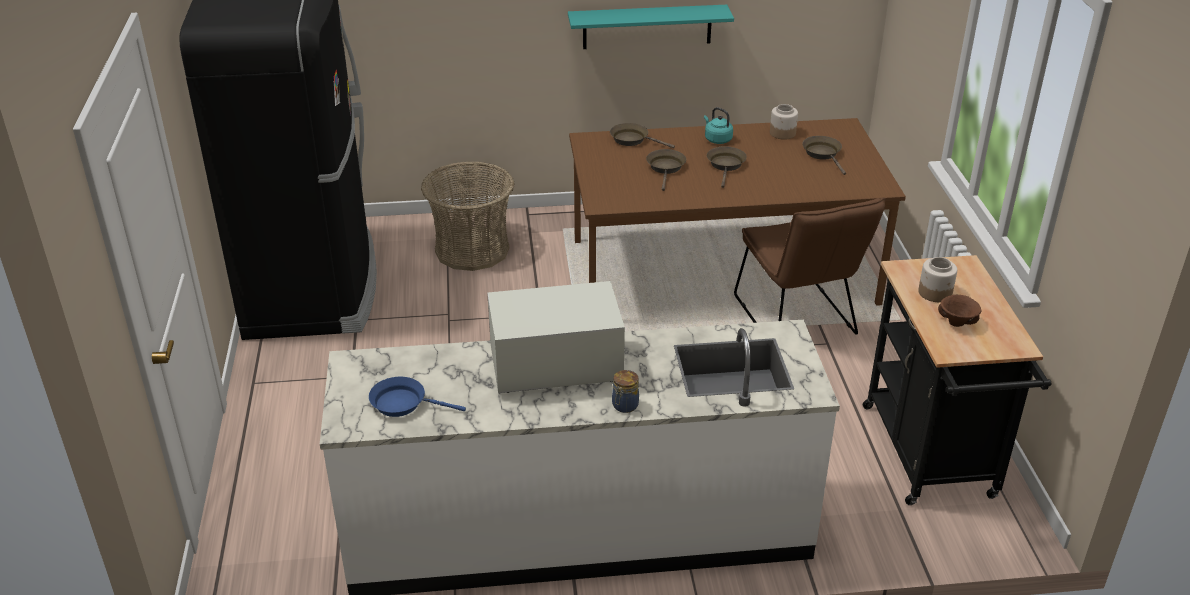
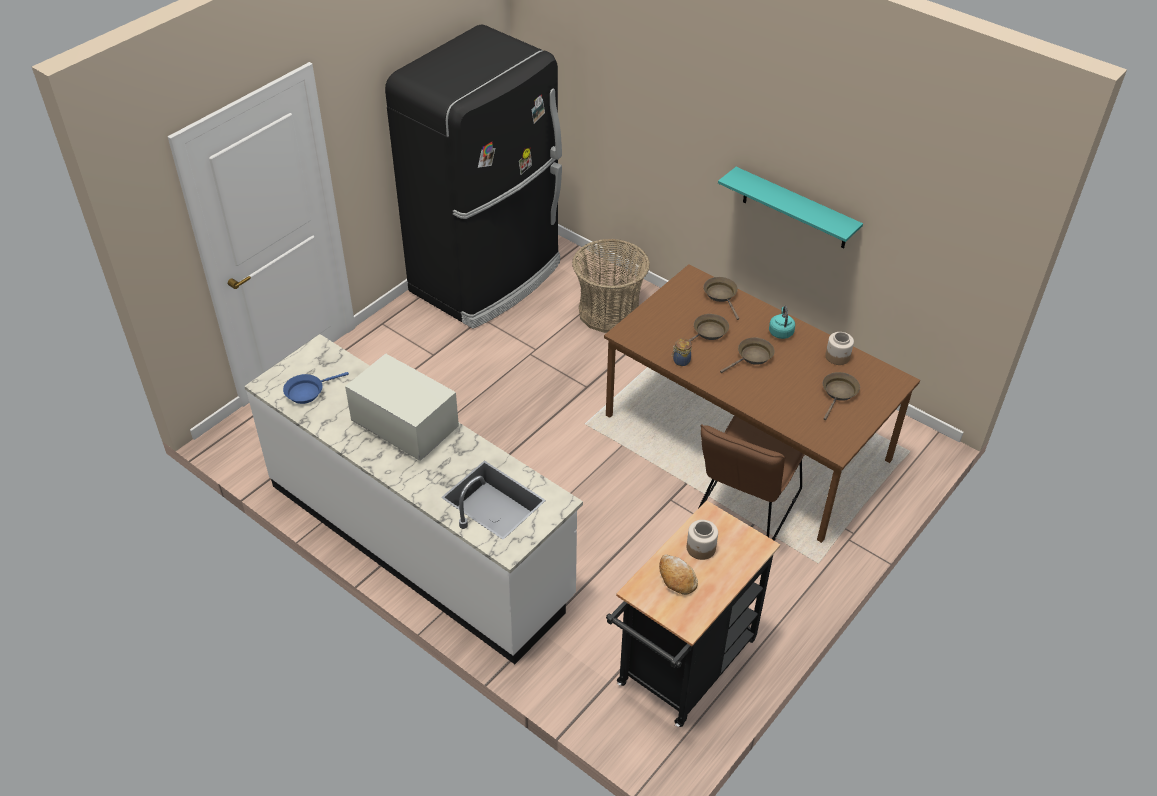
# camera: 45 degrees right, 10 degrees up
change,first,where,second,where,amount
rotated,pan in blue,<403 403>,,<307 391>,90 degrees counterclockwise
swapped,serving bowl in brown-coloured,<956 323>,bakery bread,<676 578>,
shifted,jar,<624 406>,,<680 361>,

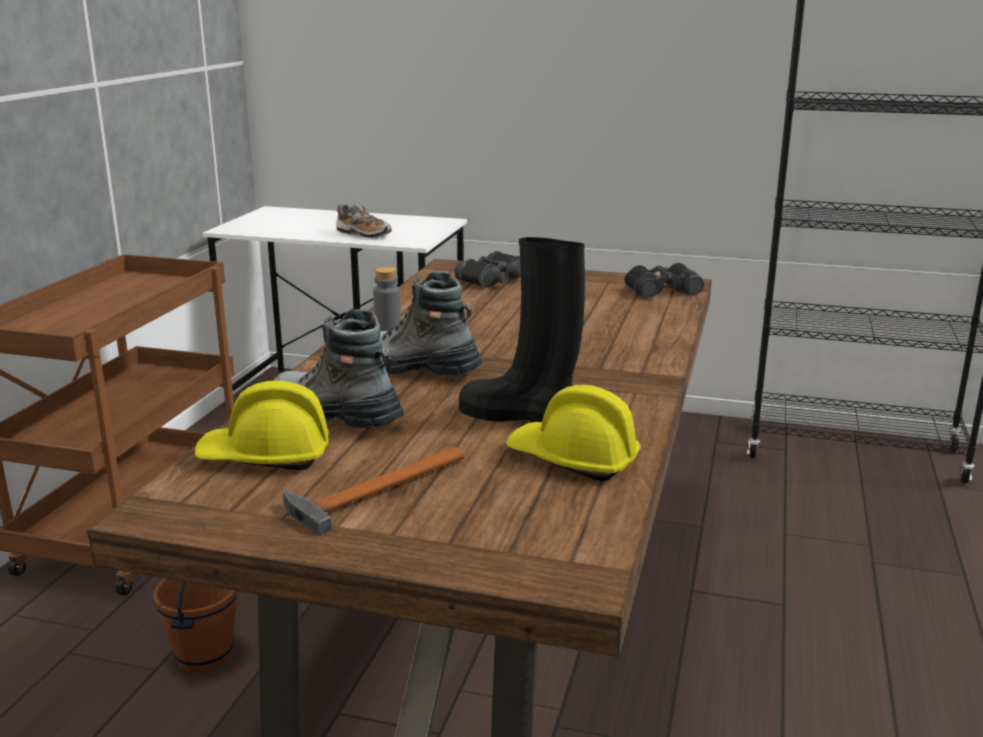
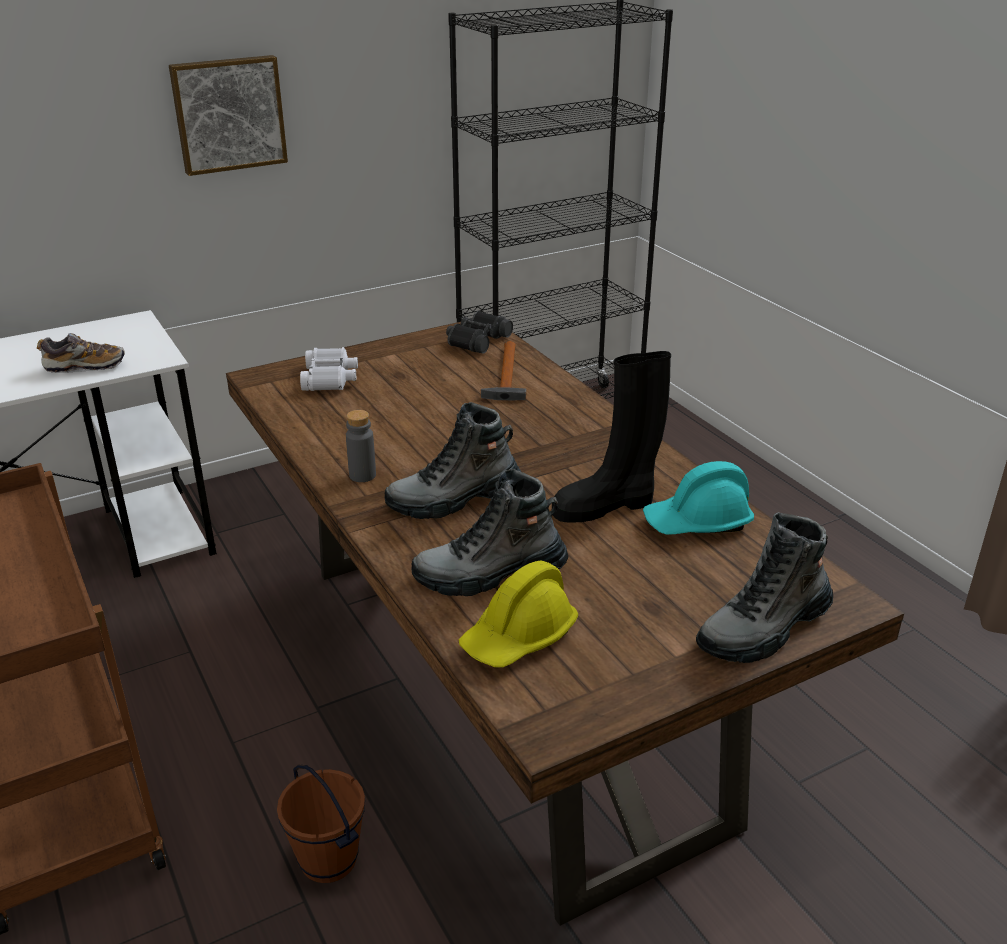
# camera: 45 degrees left, 10 degrees up
change,first,where,second,where,amount
new,,,picture,<228 114>,
repainted,field glasses in black-coloured,<494 280>,field glasses in white,<330 378>,
shifted,hand hammer,<373 492>,,<506 376>,
repainted,work helmet in yellow-coloured,<573 459>,work helmet in turquoise,<697 522>,
new,,,high-top boot,<764 628>,

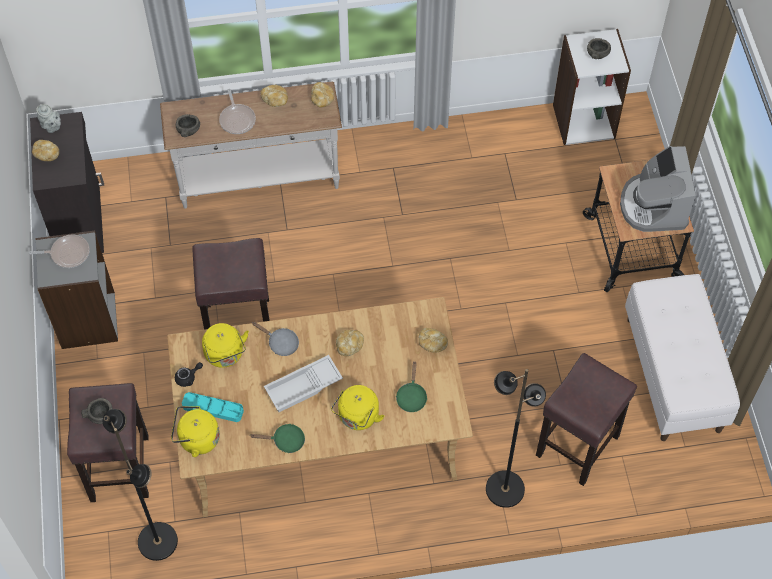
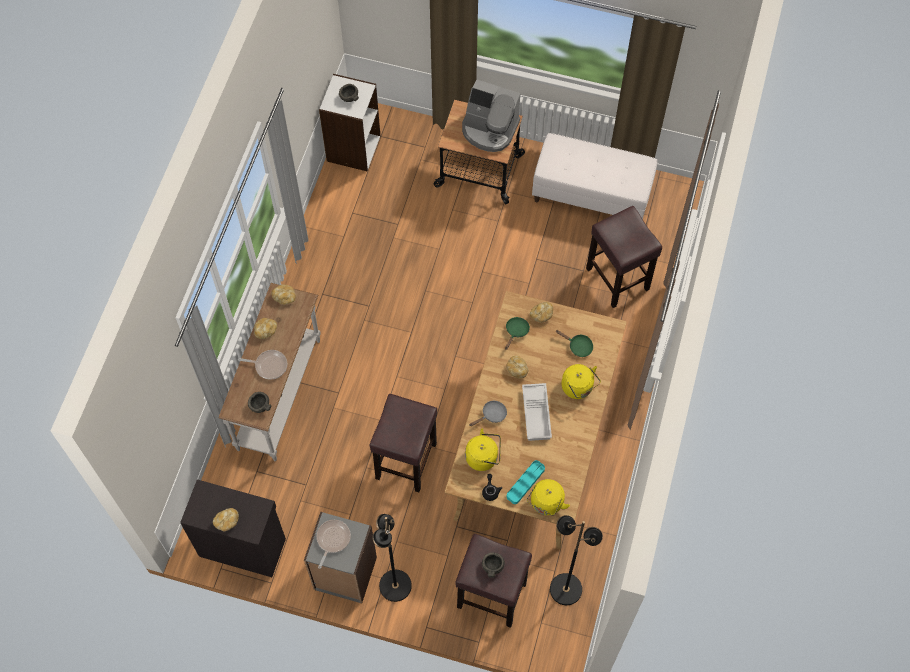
# camera: 65 degrees left, 5 degrees up
change,first,where,second,where,amount
shifted,standing lamp in black-coloured,<504 488>,,<394 586>,
shifted,pan in green,<285 441>,,<516 331>,
gone,pot for tea in grey,<51 127>,,,

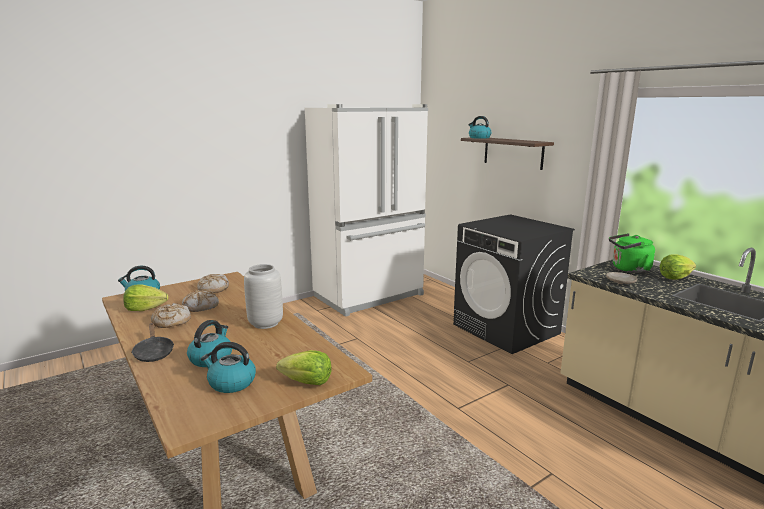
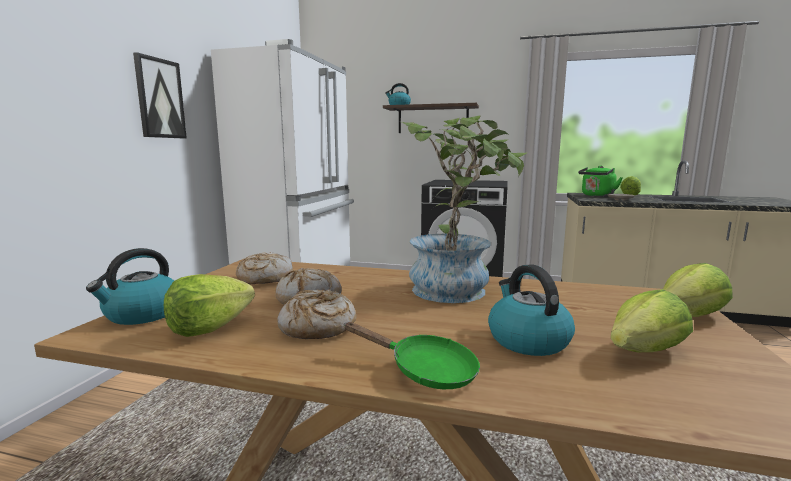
# camera: 40 degrees left, 5 degrees down
change,first,where,second,where,amount
new,,,picture,<159 98>,
repainted,pan in black-coloured,<153 352>,pan in green,<425 371>,
swapped,flower vase in grey,<266 323>,houseplant,<458 288>,
swapped,water kettle,<231 383>,lettuce,<645 352>,

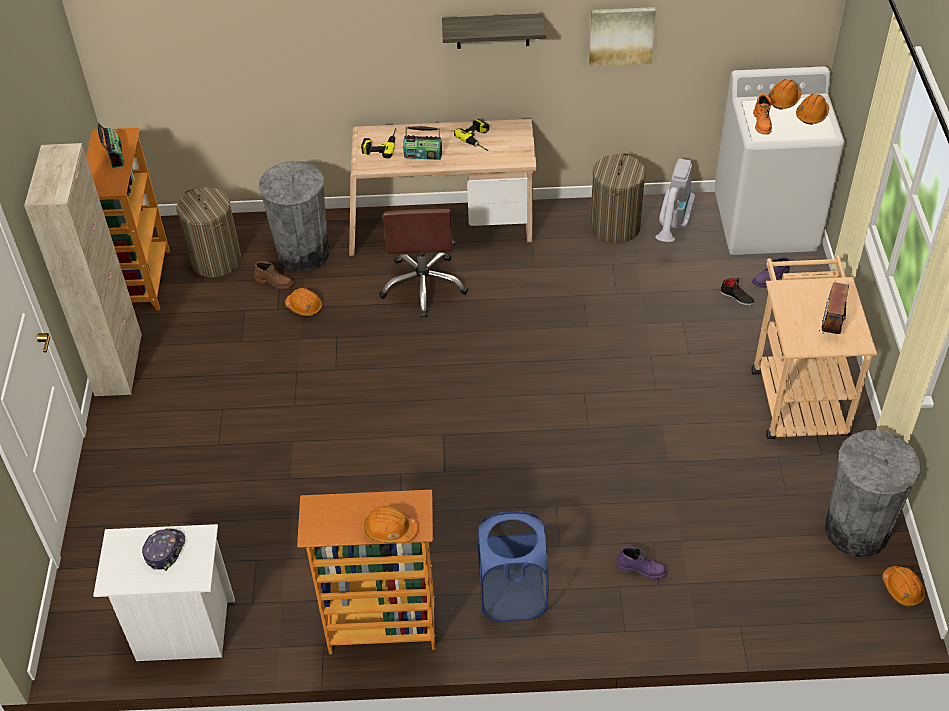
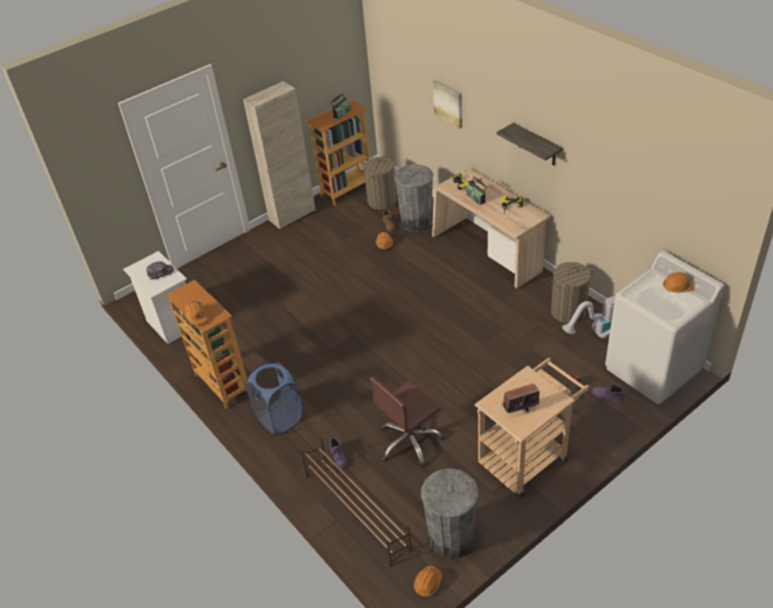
# camera: 55 degrees right, 5 degrees down
change,first,where,second,where,amount
new,,,shoe rack in brown-coloured,<356 511>,
shifted,desk chair in brown-coloured,<424 285>,,<410 442>,
shifted,picture,<621 35>,,<448 103>,
gone,high-top boot in orange-coloured,<762 123>,,,
gone,work helmet in orange-coloured,<812 115>,,,

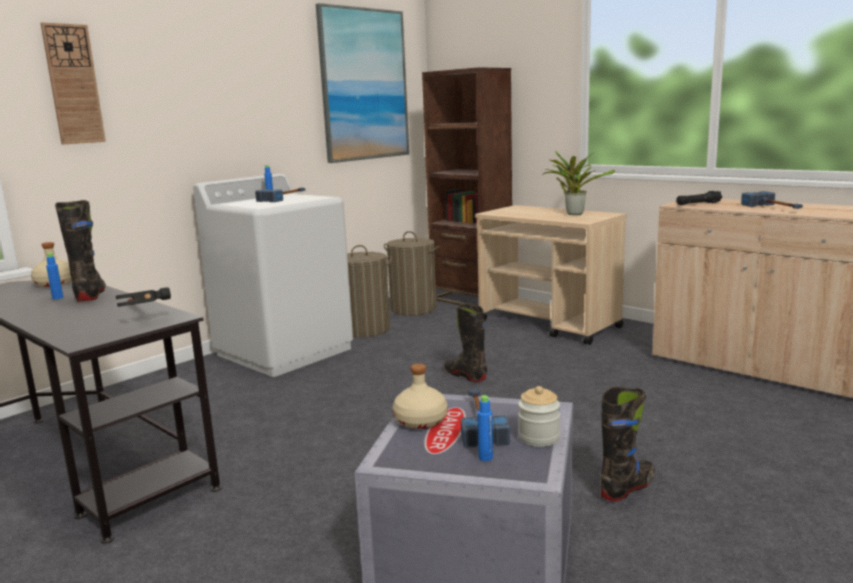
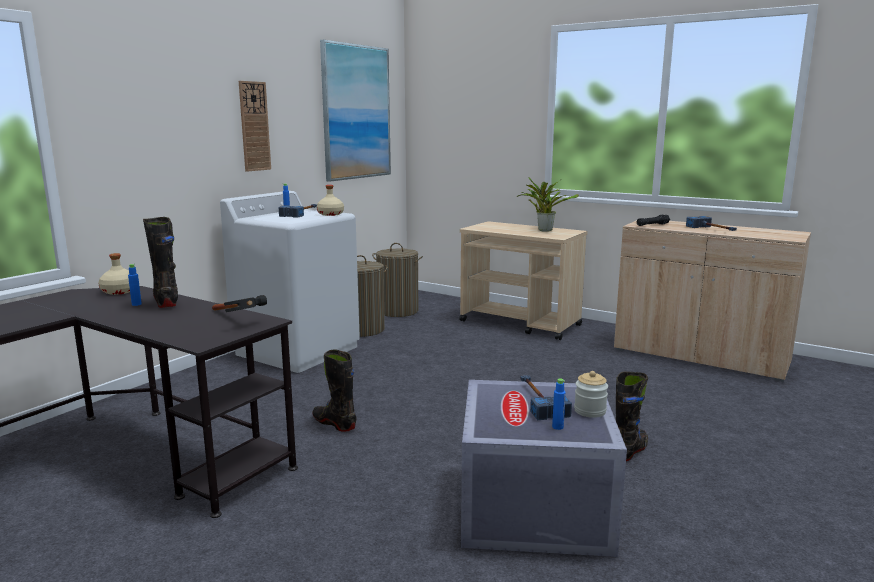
# camera: 10 degrees left, 0 degrees up
change,first,where,second,where,amount
shifted,clock on the wall,<73 84>,,<254 126>,
shifted,high-top boot in black-coloured,<465 375>,,<334 423>,
shifted,drink bottle in sand-coloured,<420 421>,,<330 214>,
gone,bookshelf in brown-coloured,<471 299>,,,

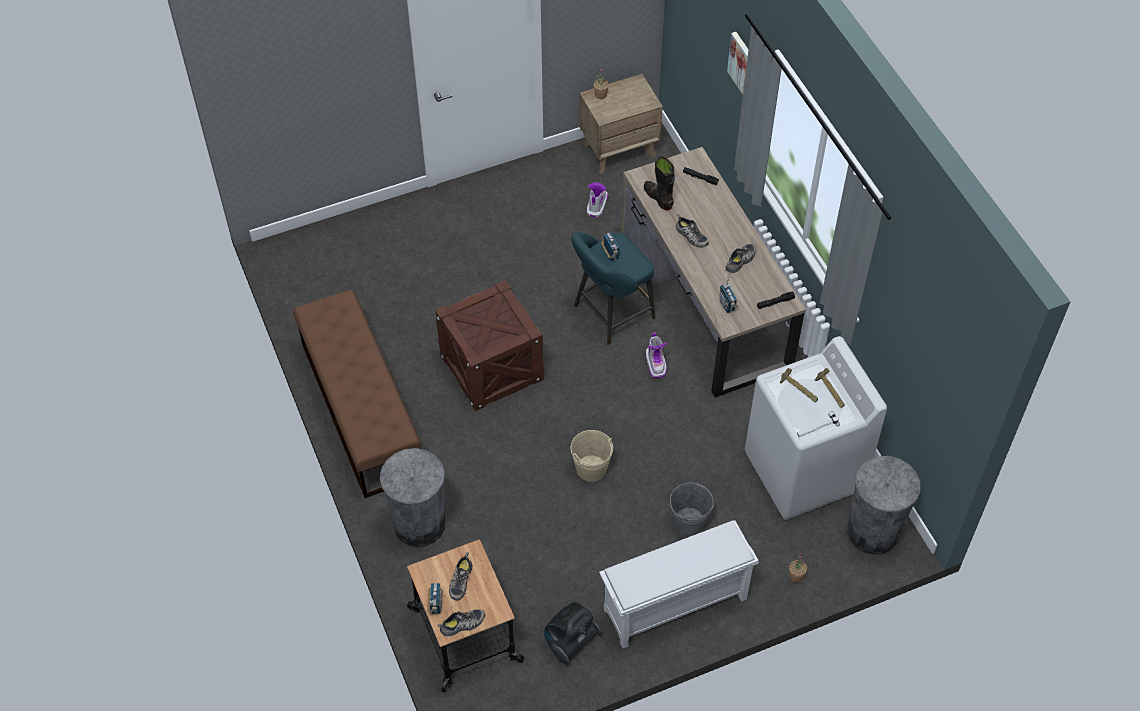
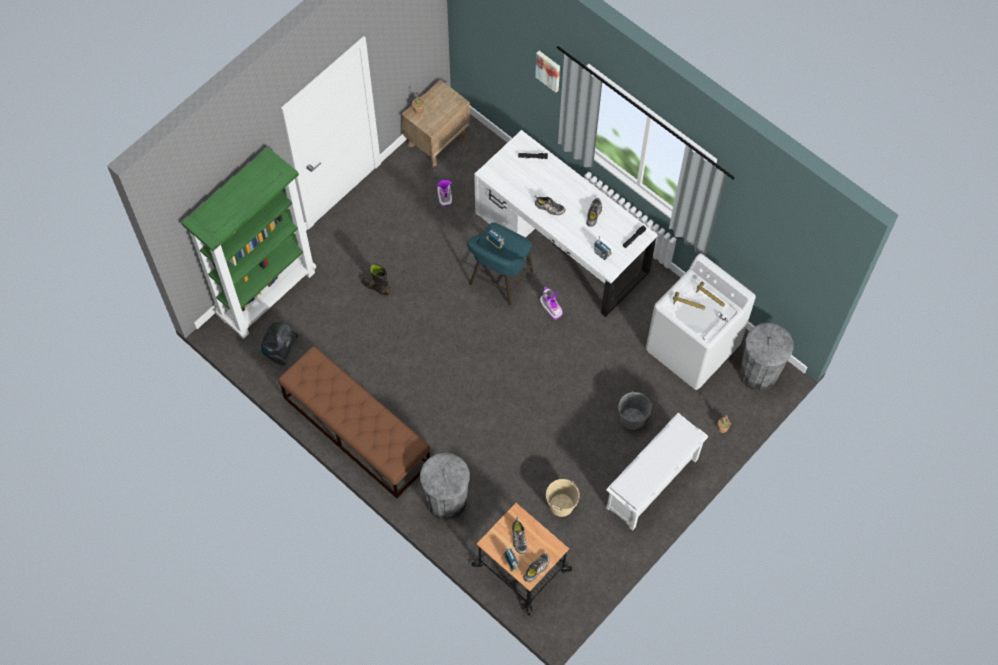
# camera: 25 degrees left, 10 degrees up
change,first,where,second,where,amount
new,,,bookshelf in green,<268 294>,
shifted,hoover,<570 642>,,<280 349>,
shifted,high-top boot in black-coloured,<658 198>,,<376 287>,
repainted,desk unit in brown-coloured,<704 301>,desk unit in white,<561 242>,
shifted,pail in sand-coloured,<591 468>,,<561 505>,
gone,packing crate,<492 367>,,,

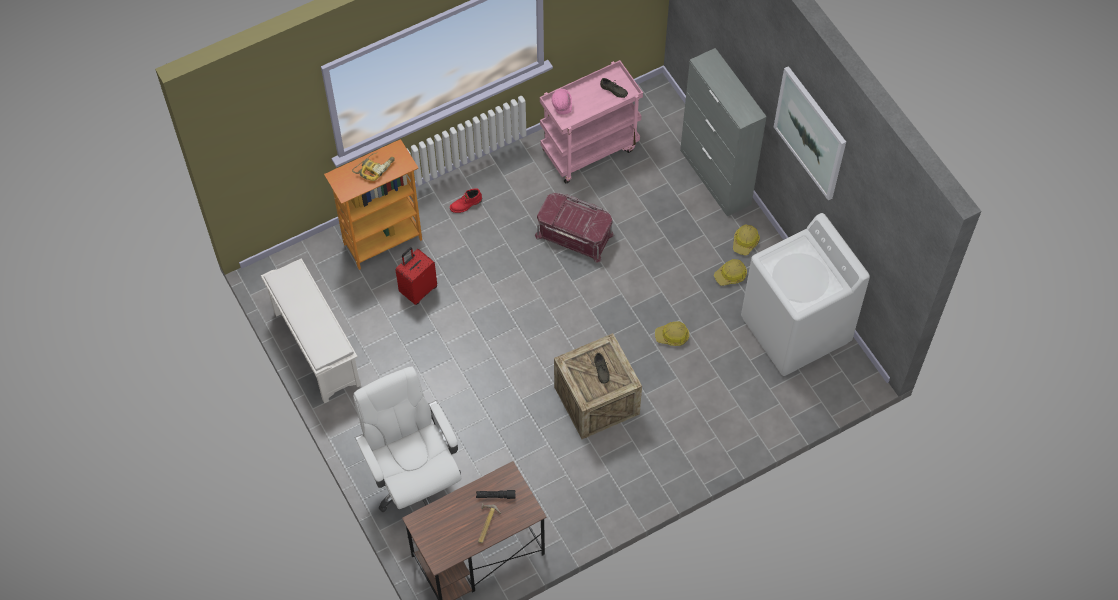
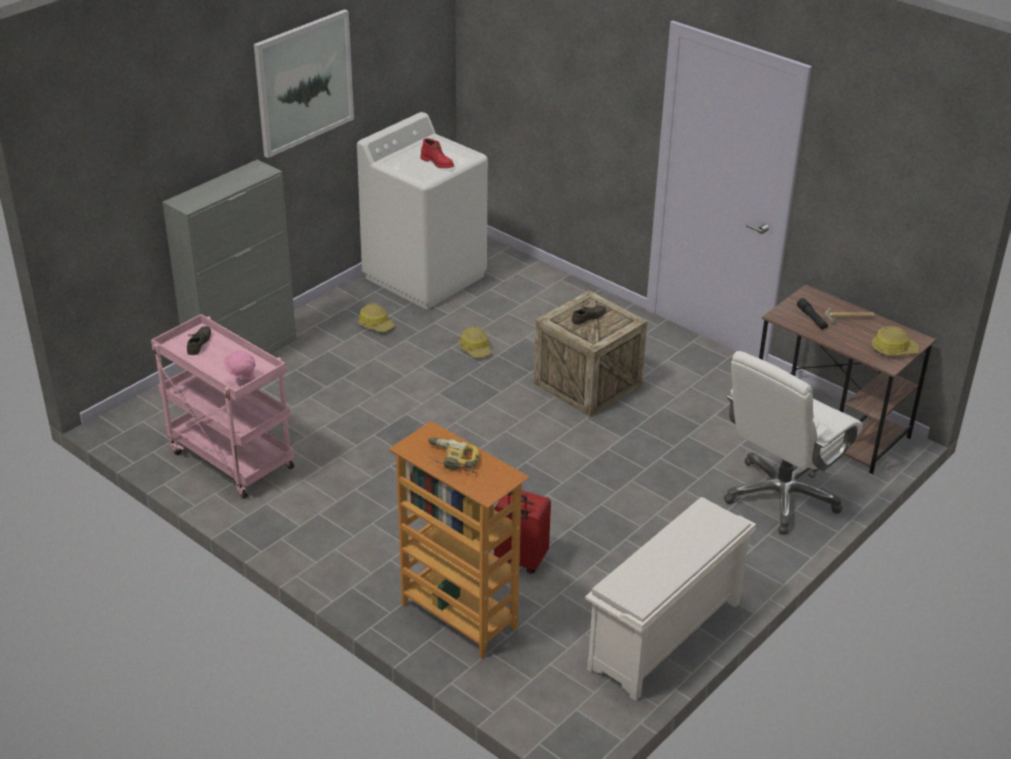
# camera: 110 degrees left, 25 degrees down
change,first,where,second,where,amount
shifted,high-top boot in red,<466 205>,,<438 163>,
shifted,work helmet,<745 242>,,<893 349>,
gone,storage bin in red,<575 234>,,,

